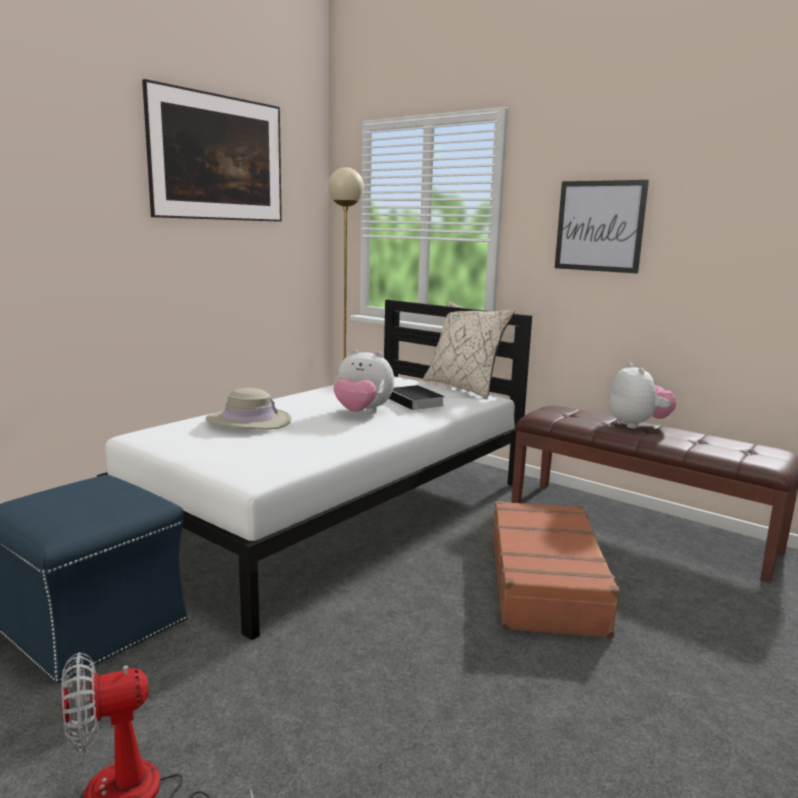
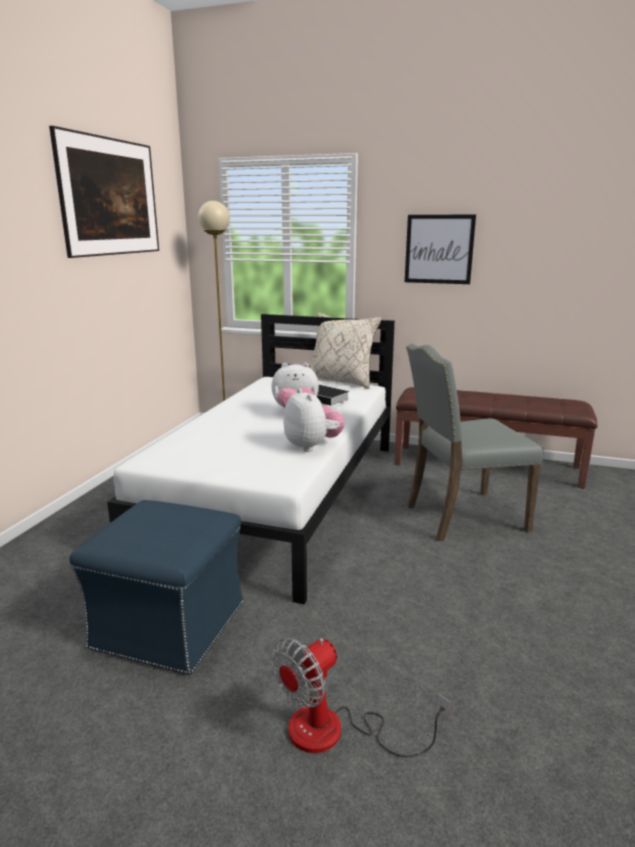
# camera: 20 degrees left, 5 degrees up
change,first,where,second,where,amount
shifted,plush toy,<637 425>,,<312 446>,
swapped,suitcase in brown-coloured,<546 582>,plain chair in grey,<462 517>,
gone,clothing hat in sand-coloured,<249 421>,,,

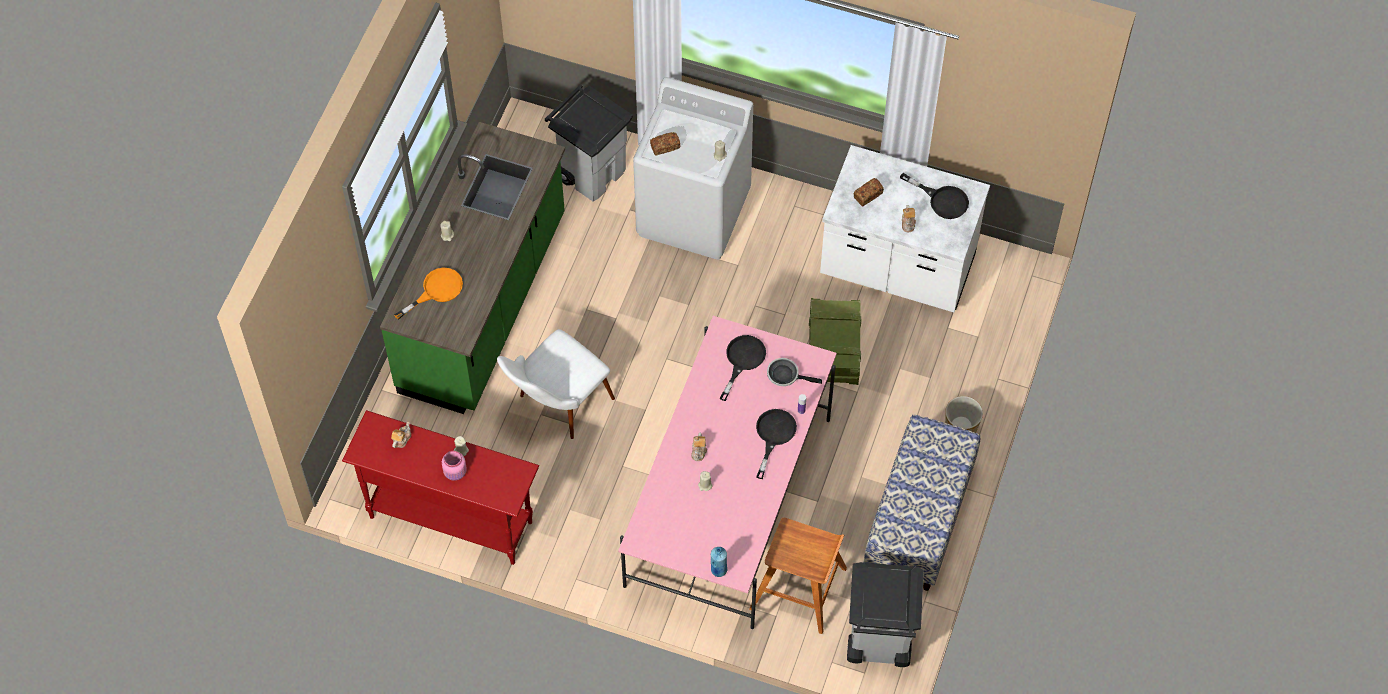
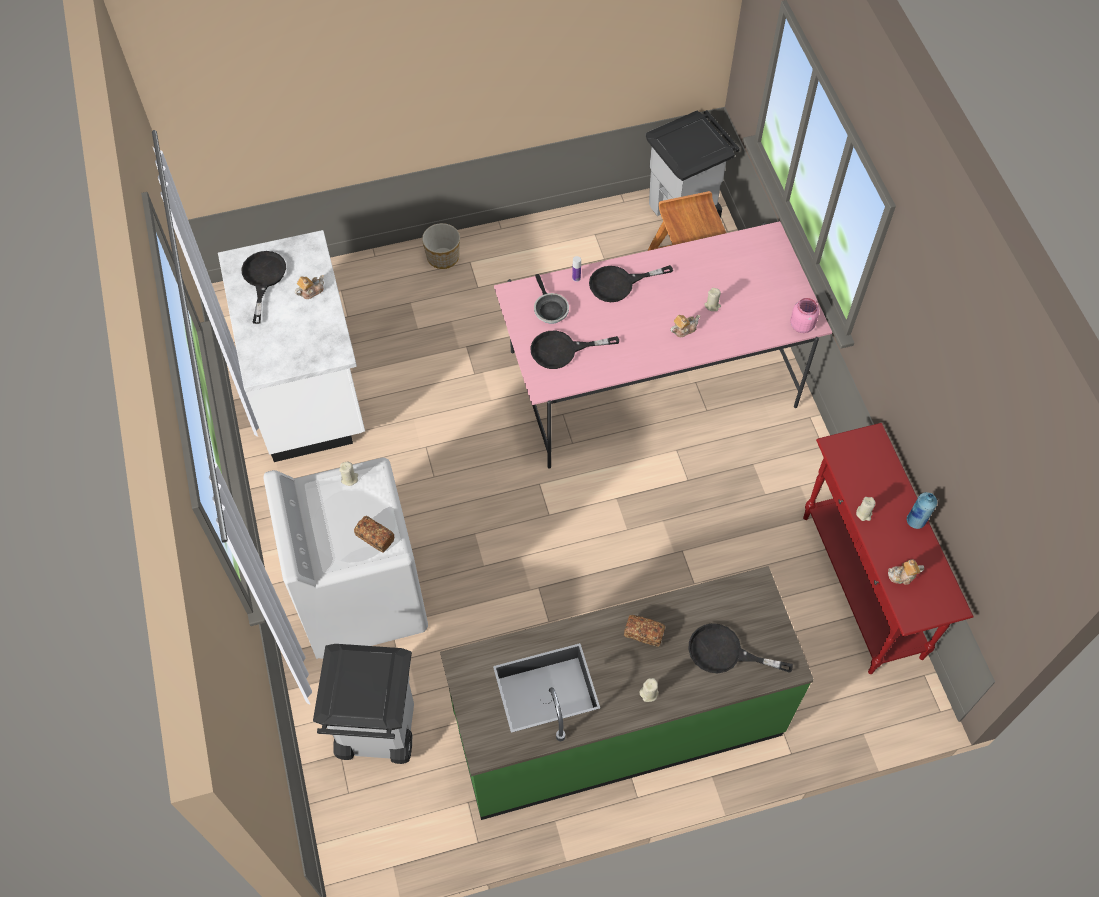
# camera: 125 degrees left, 0 degrees up
change,first,where,second,where,amount
shifted,bakery bread,<868 195>,,<644 633>,
repainted,pan in orange-coloured,<436 291>,pan in black-coloured,<724 653>,
shifted,jar in pink,<455 473>,,<801 324>,
shifted,drink bottle in blue,<718 570>,,<916 521>,
gone,plain chair in white,<556 407>,,,
gone,packing crate,<833 349>,,,
gone,bench,<919 520>,,,

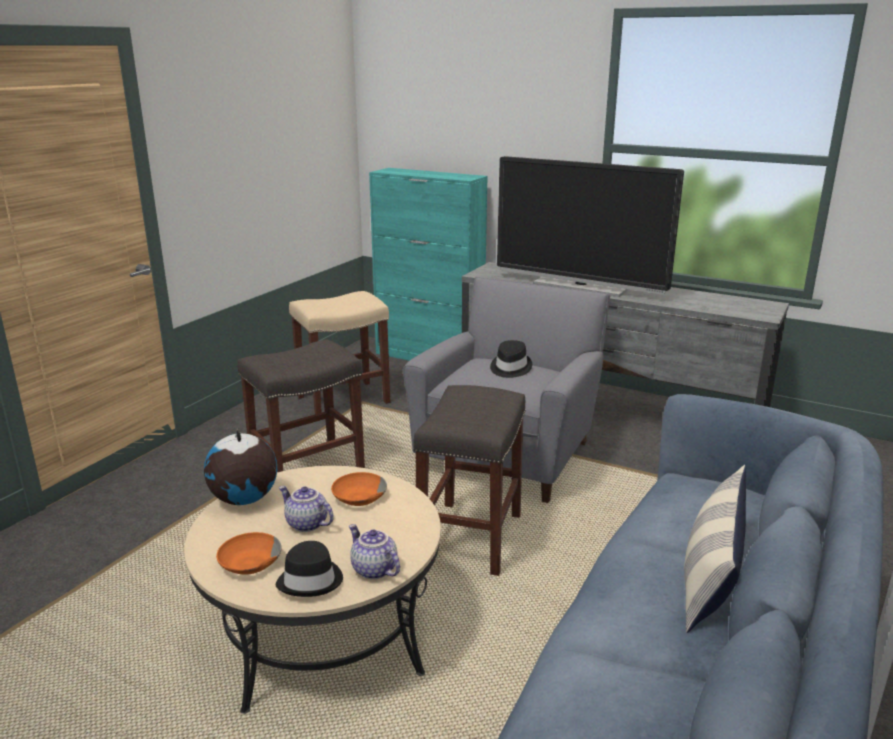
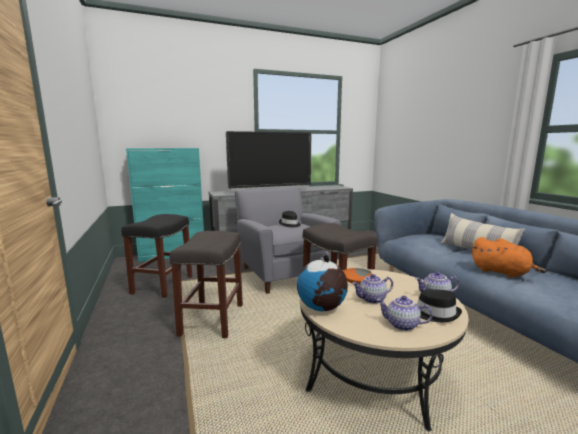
# camera: 50 degrees left, 10 degrees down
change,first,where,second,where,amount
repainted,sitting stool in sand-coloured,<344 399>,sitting stool in black-coloured,<163 284>,
swapped,serving bowl in orange-coloured,<249 563>,pot for tea,<401 325>,
new,,,plush toy in orange-coloured,<502 272>,

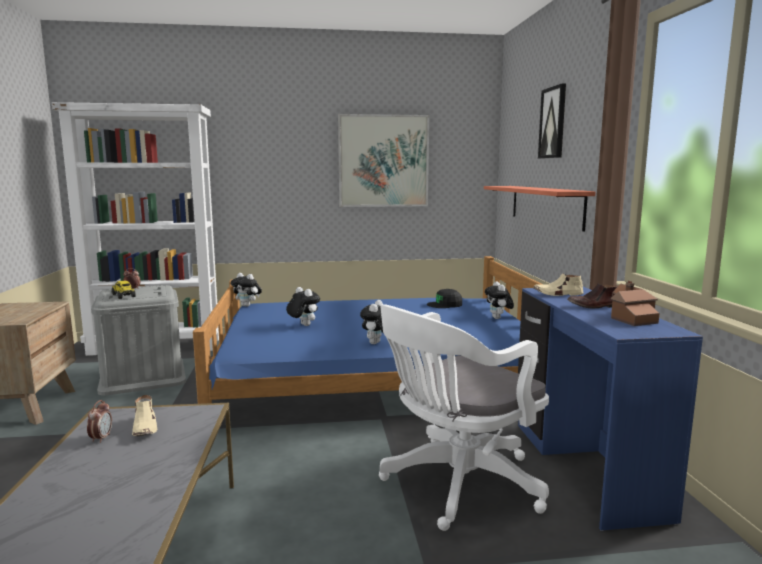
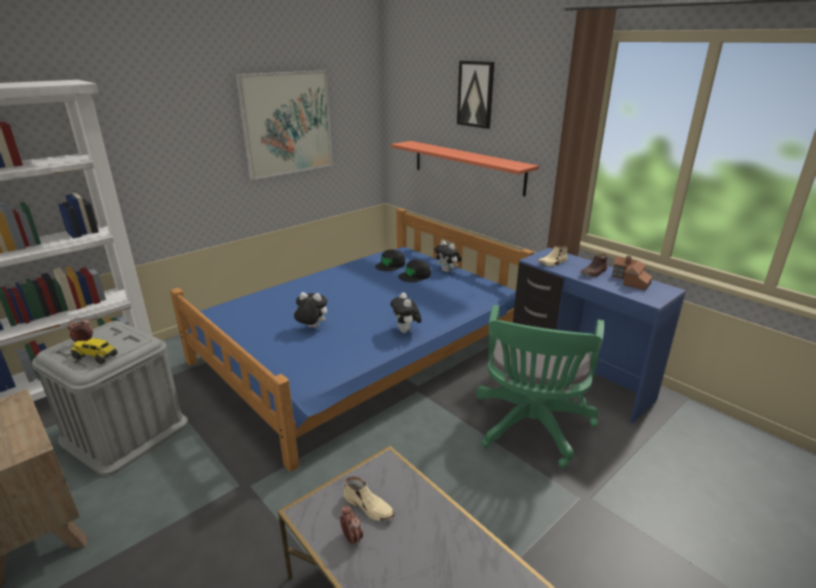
# camera: 35 degrees left, 15 degrees up
change,first,where,second,where,amount
new,,,baseball cap in black-coloured,<415 276>,
repainted,desk chair in white,<456 485>,desk chair in green,<531 428>,
gone,plush toy,<247 306>,,,

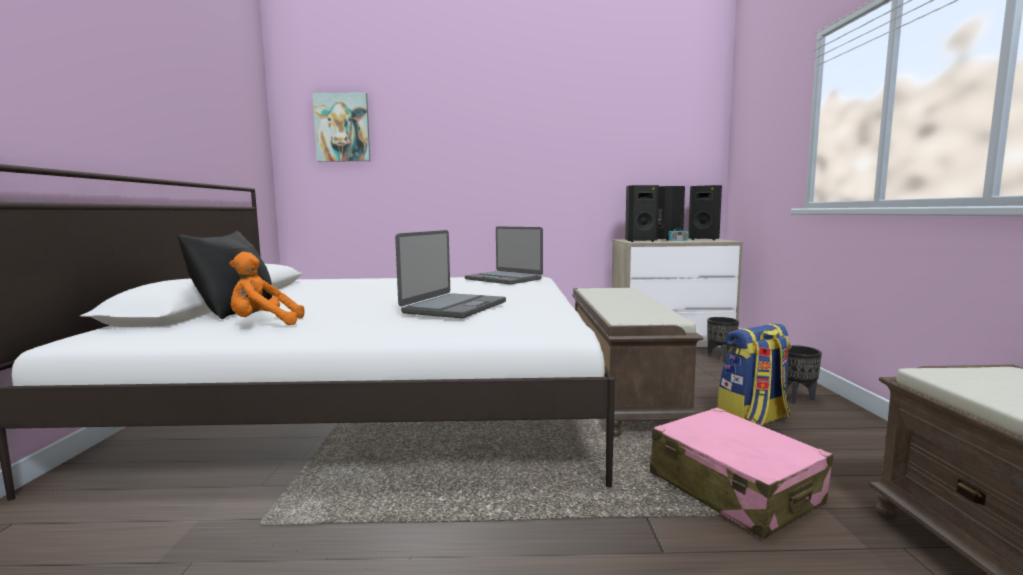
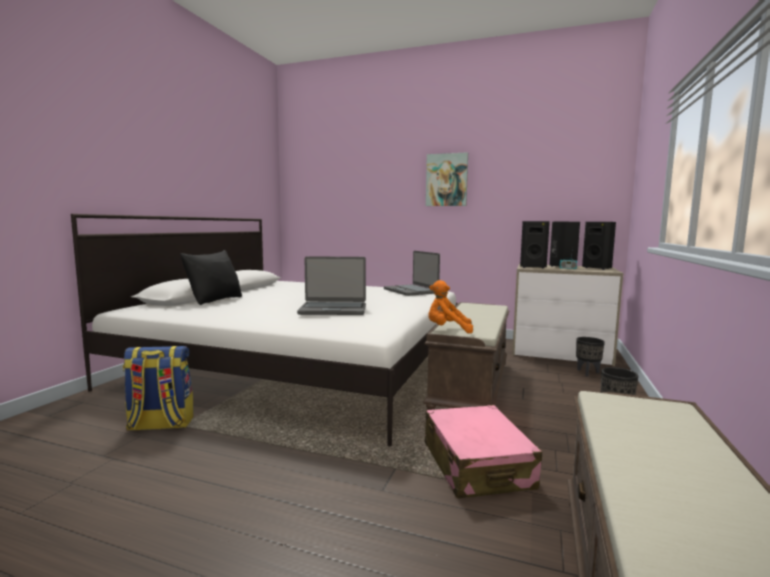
# camera: 20 degrees right, 0 degrees up
change,first,where,second,where,amount
shifted,backpack,<753 420>,,<160 425>,
rotated,notebook computer,<453 307>,,<333 309>,45 degrees clockwise
shifted,picture,<342 127>,,<446 180>,
shifted,plush toy in orange-coloured,<263 324>,,<447 330>,

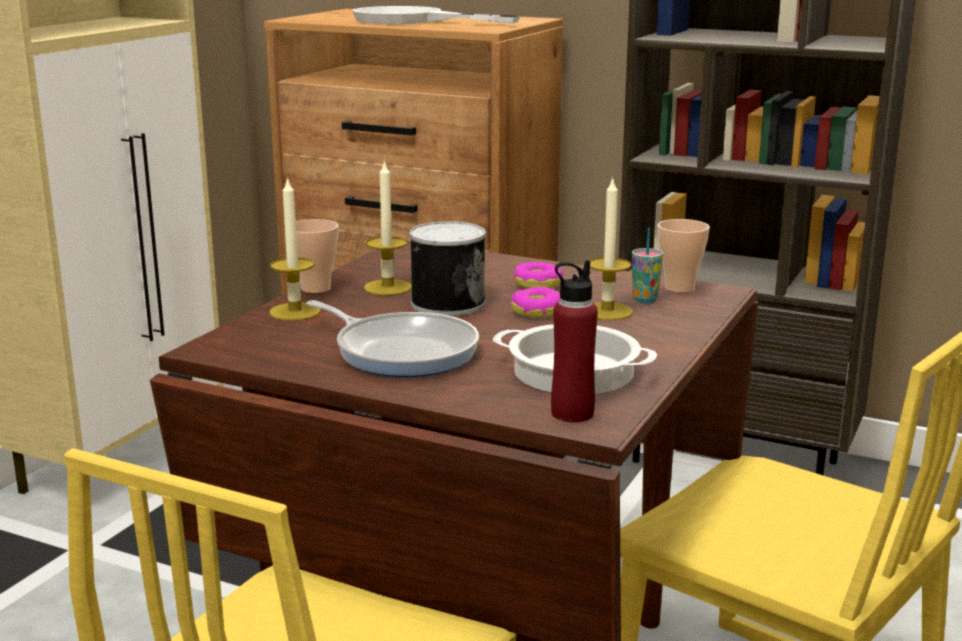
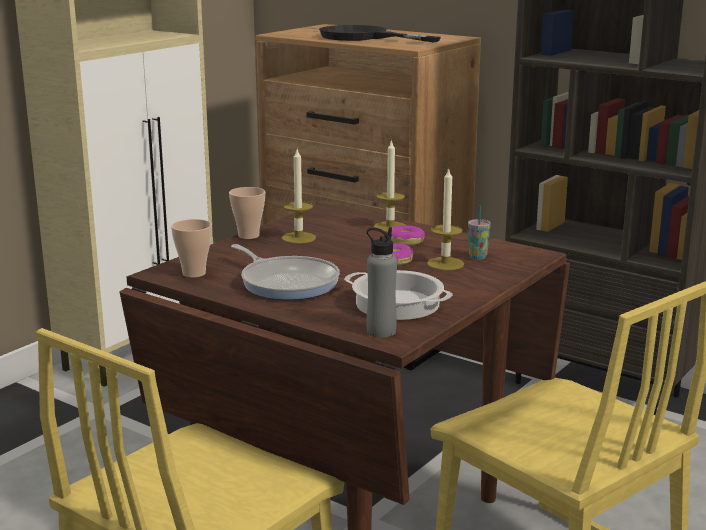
# camera: 10 degrees right, 0 degrees up
change,first,where,second,where,amount
shifted,drinking cup,<679 288>,,<194 273>,
repainted,pan in white,<413 21>,pan in black-coloured,<364 37>,
repainted,drink bottle in red,<572 413>,drink bottle in grey,<381 331>,
shifted,wax candle,<295 312>,,<390 227>,
gone,sealed can,<446 303>,,,

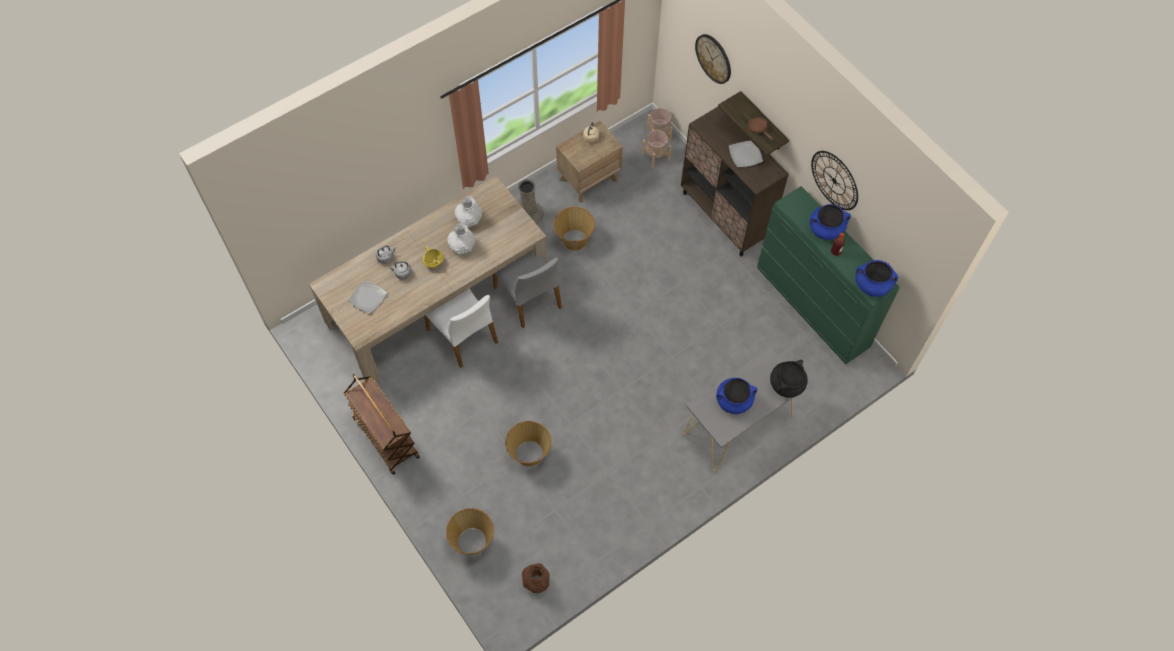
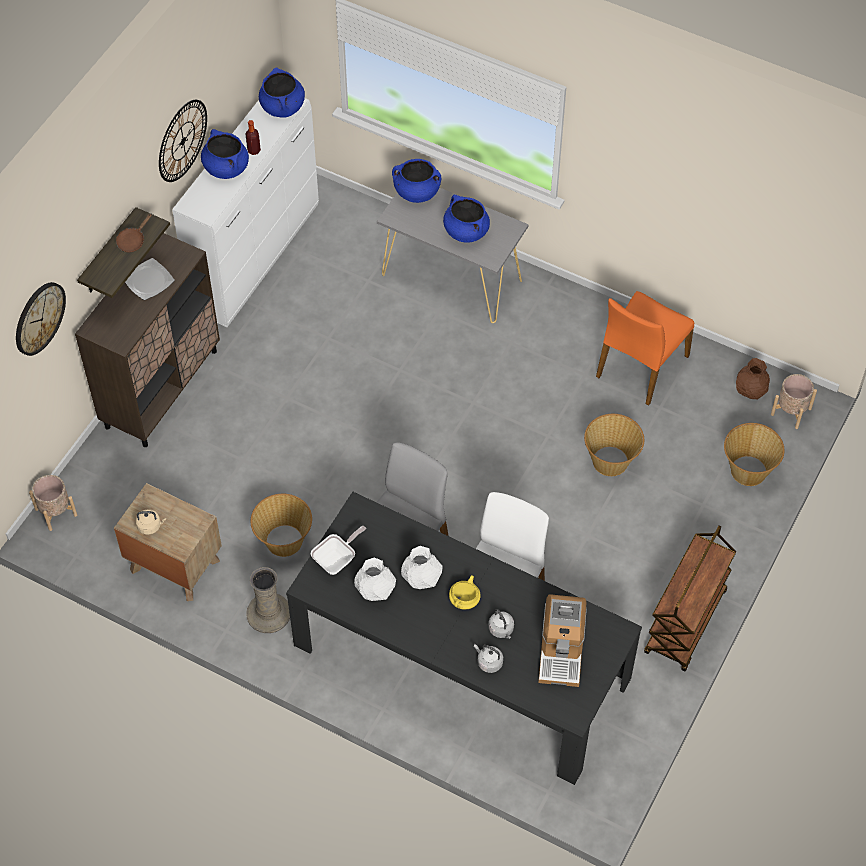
# camera: 115 degrees left, 5 degrees down
change,first,where,second,where,amount
repainted,chest of drawers in green,<811 309>,chest of drawers in white,<257 258>,
repainted,kitchen table in sand-coloured,<437 298>,kitchen table in black-coloured,<461 662>,
new,,,pan,<337 559>,
repainted,saucepot in black-coloured,<786 384>,saucepot in blue,<416 192>,
swapped,flat dish,<368 298>,coffee maker,<561 651>,
new,,,plain chair in orange-coloured,<640 366>,
shifted,flower pot in sand-coloured,<655 157>,,<791 411>,

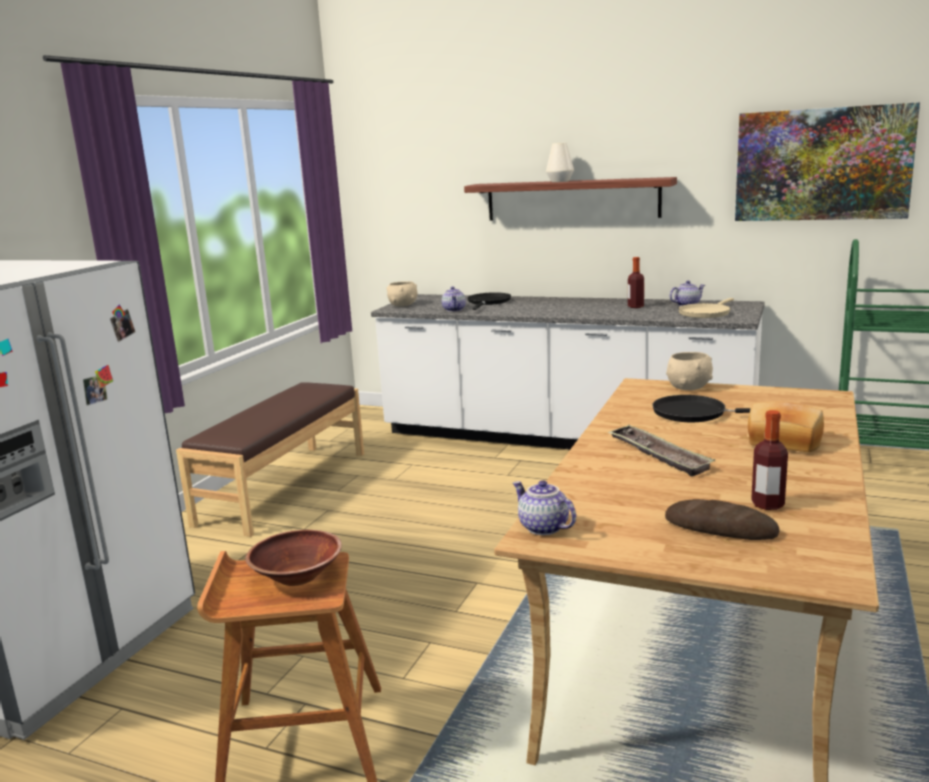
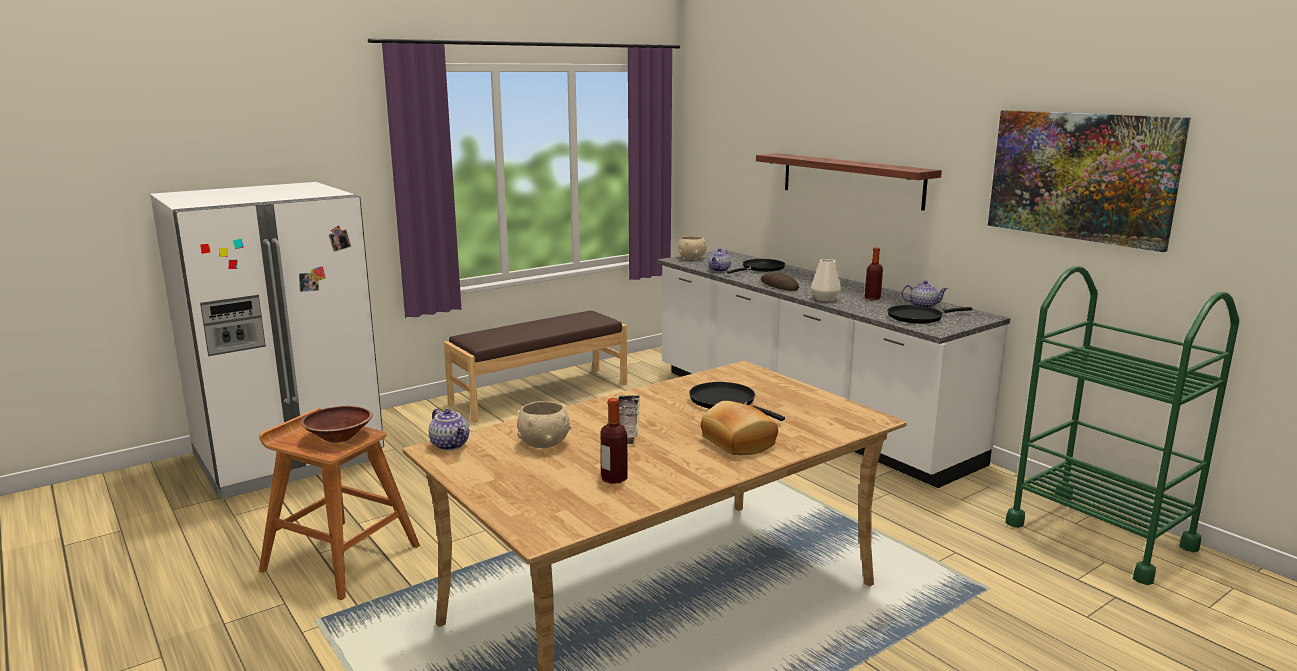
# camera: 30 degrees right, 0 degrees up
change,first,where,second,where,amount
rotated,pot for tea,<542 528>,,<451 445>,150 degrees clockwise
shifted,serving bowl in sand-coloured,<689 387>,,<544 444>,
shifted,bakery bread,<720 528>,,<779 286>,
shifted,flower vase in white,<560 181>,,<825 299>,
repainted,pan in sand-coloured,<705 313>,pan in black-coloured,<918 317>,

